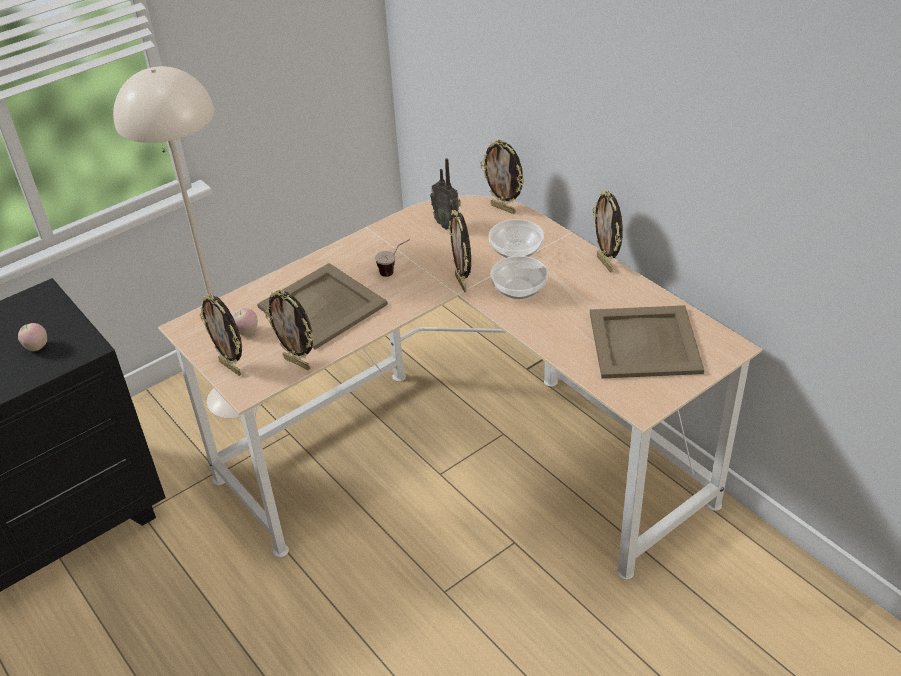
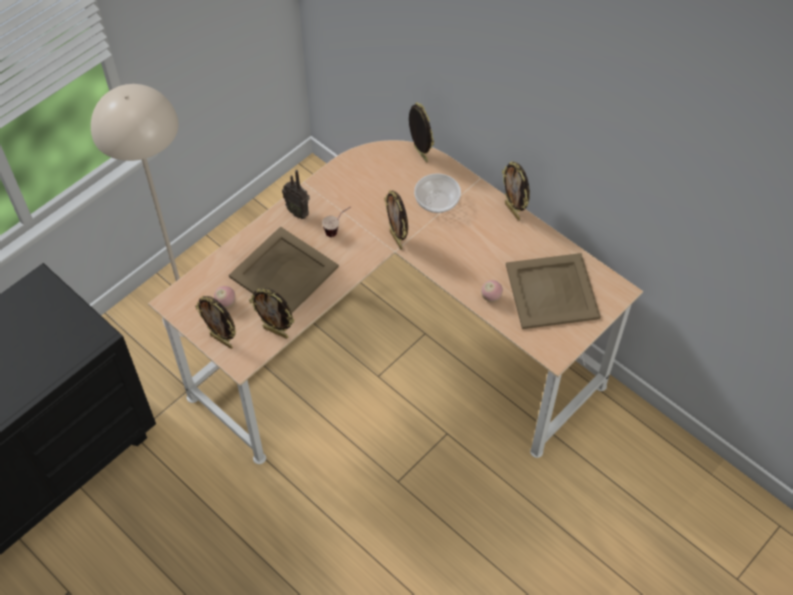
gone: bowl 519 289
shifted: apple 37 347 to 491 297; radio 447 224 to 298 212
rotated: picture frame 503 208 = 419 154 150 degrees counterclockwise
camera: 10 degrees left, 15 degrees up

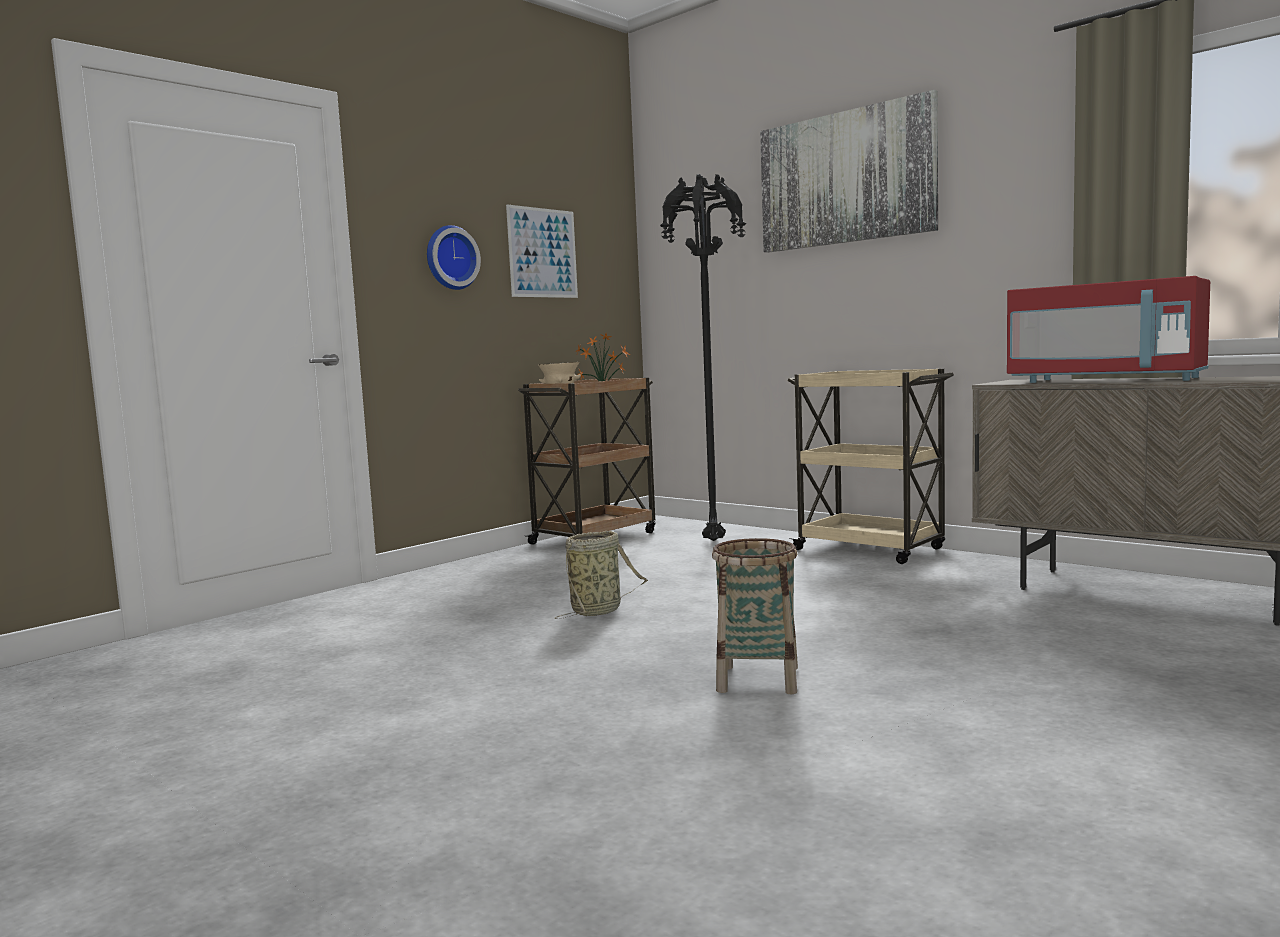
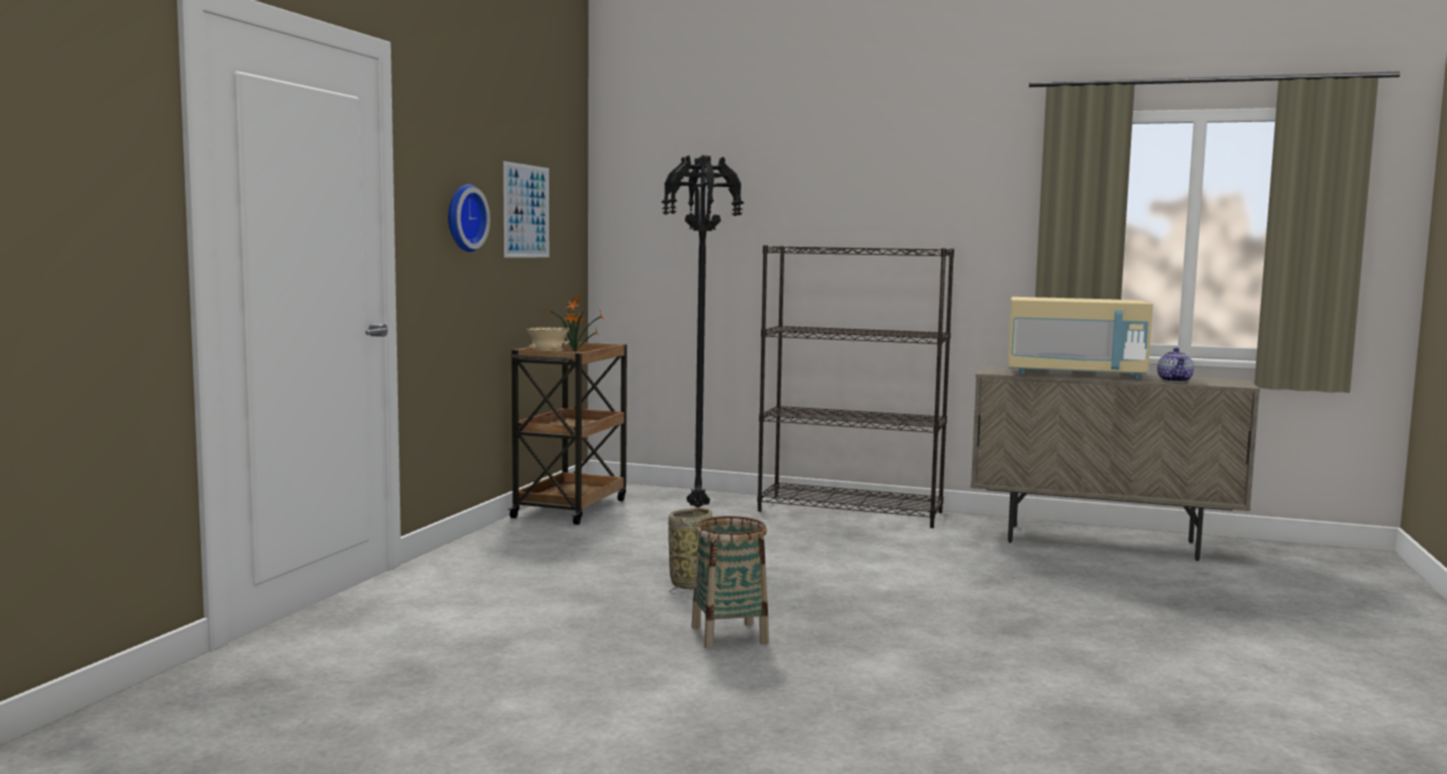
gone: picture 845 178
new: teapot 1175 381
shifted: basket 758 679 to 729 635
swapped: cart in beige 871 550 to bookcase in black 851 511
repainted: microwave in red 1106 380 to microwave in beige 1075 375
camera: 25 degrees left, 0 degrees up

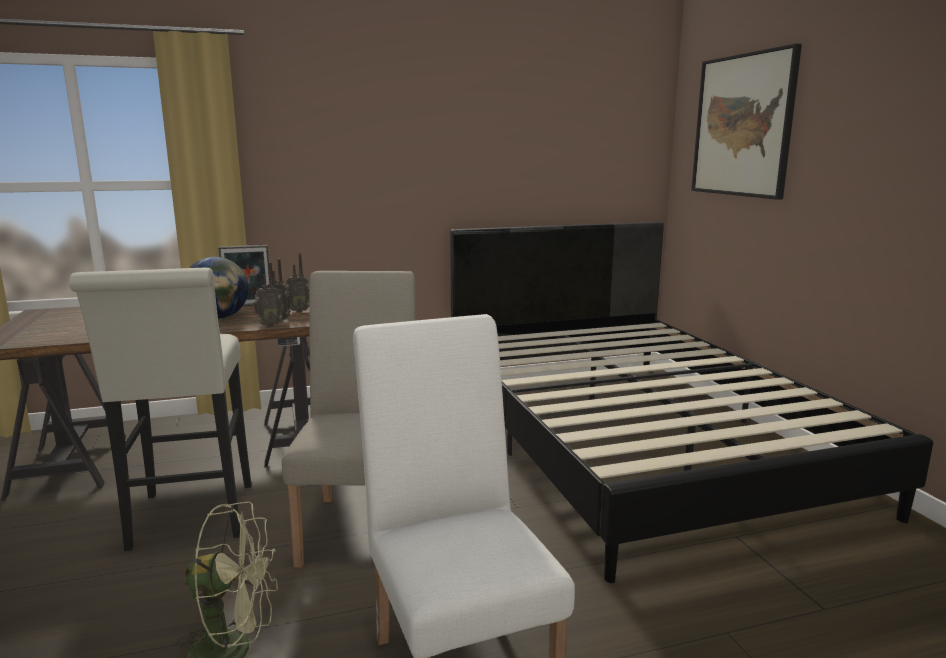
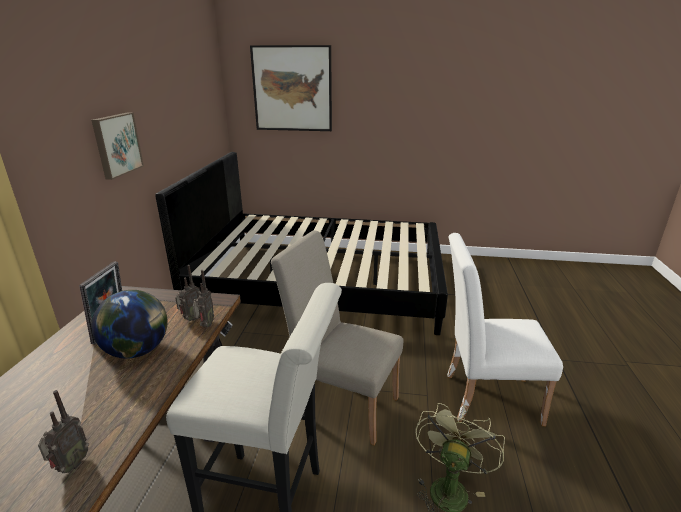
new: picture 116 144
shifted: radio 298 311 to 70 466
camera: 65 degrees left, 10 degrees up

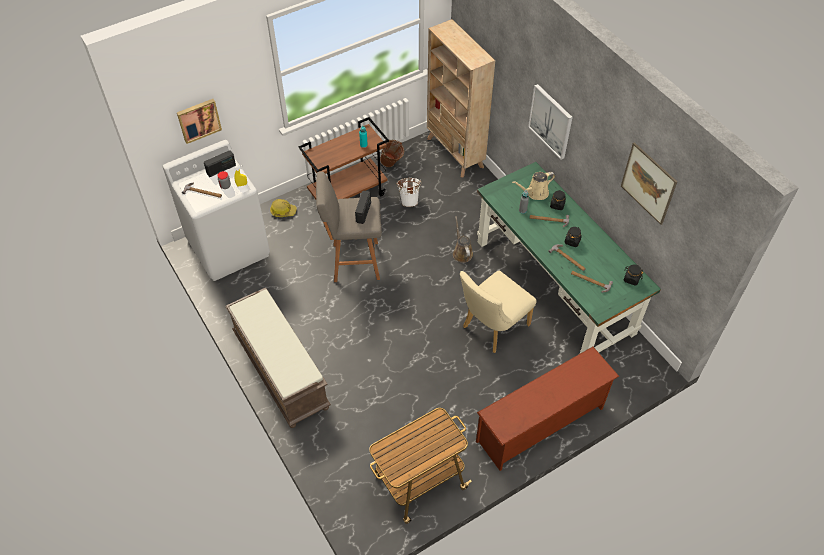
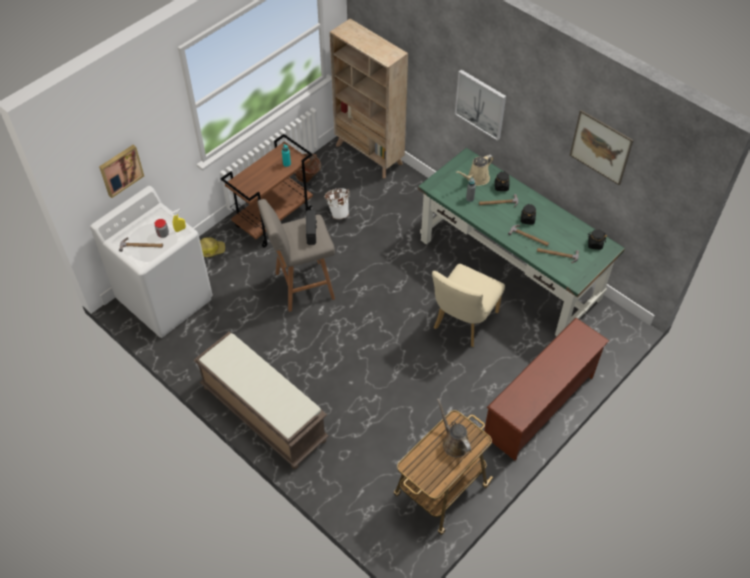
gone: radio 221 169
shifted: watering can in brown 462 252 to 454 442
camera: 15 degrees left, 0 degrees up

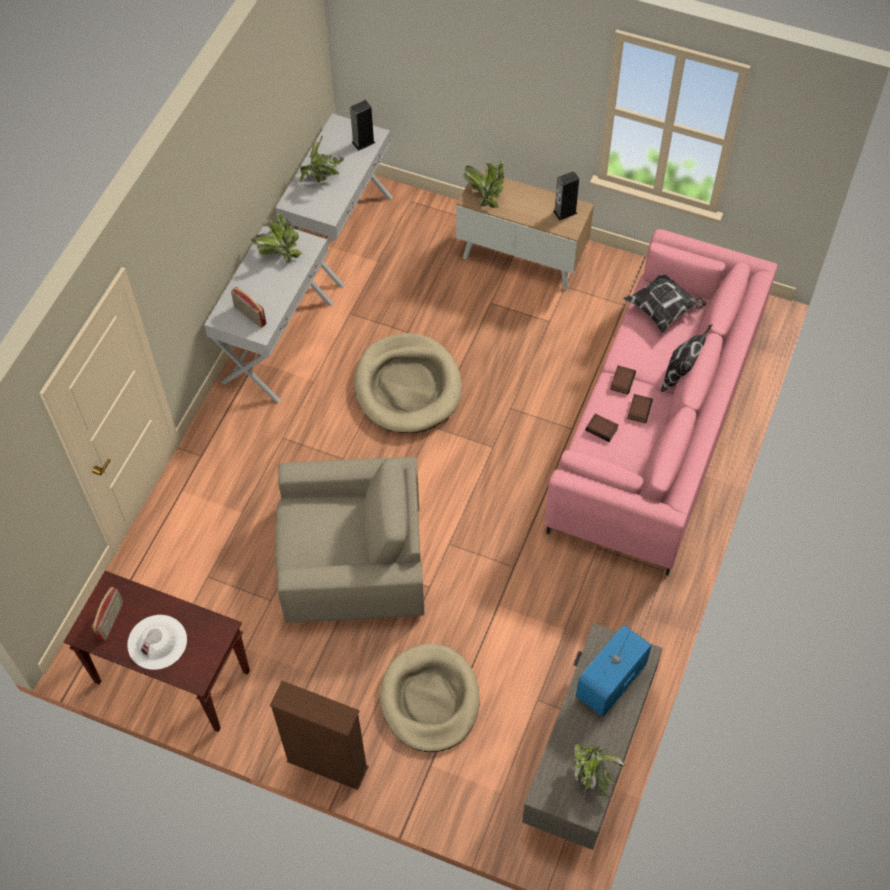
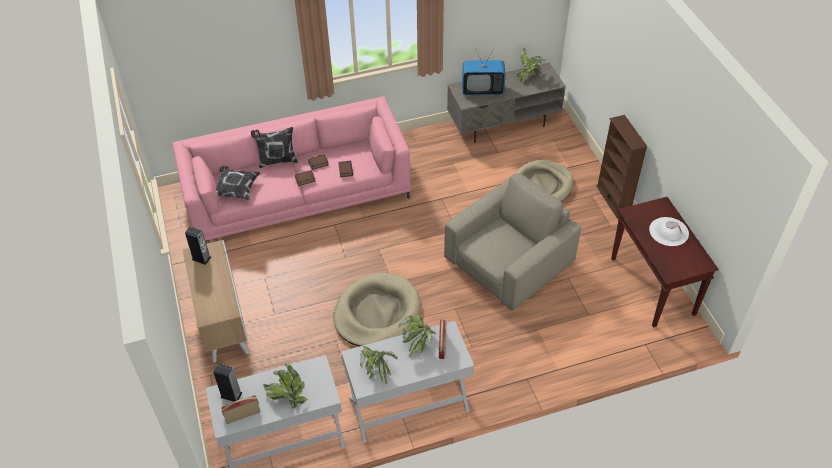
shifted: radio 111 620 to 242 415; potted plant 486 194 to 418 342
rotated: armchair in beige 352 559 = 508 261 90 degrees clockwise
camera: 130 degrees left, 10 degrees down

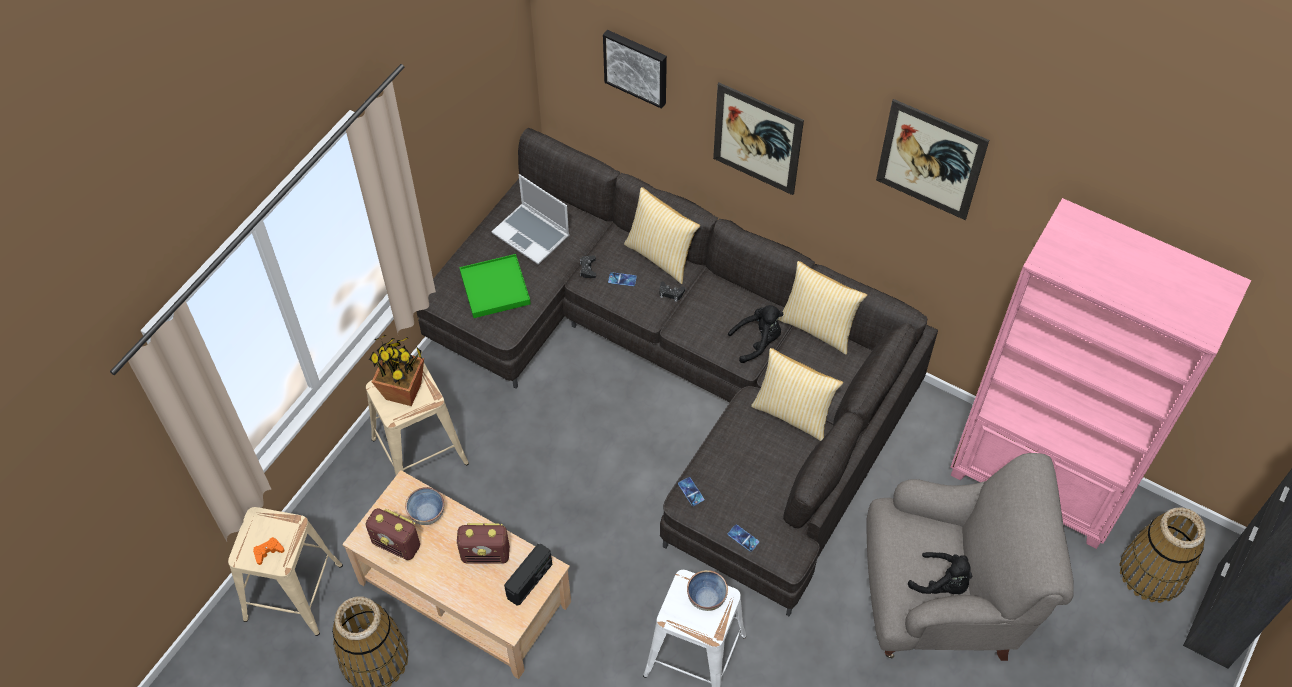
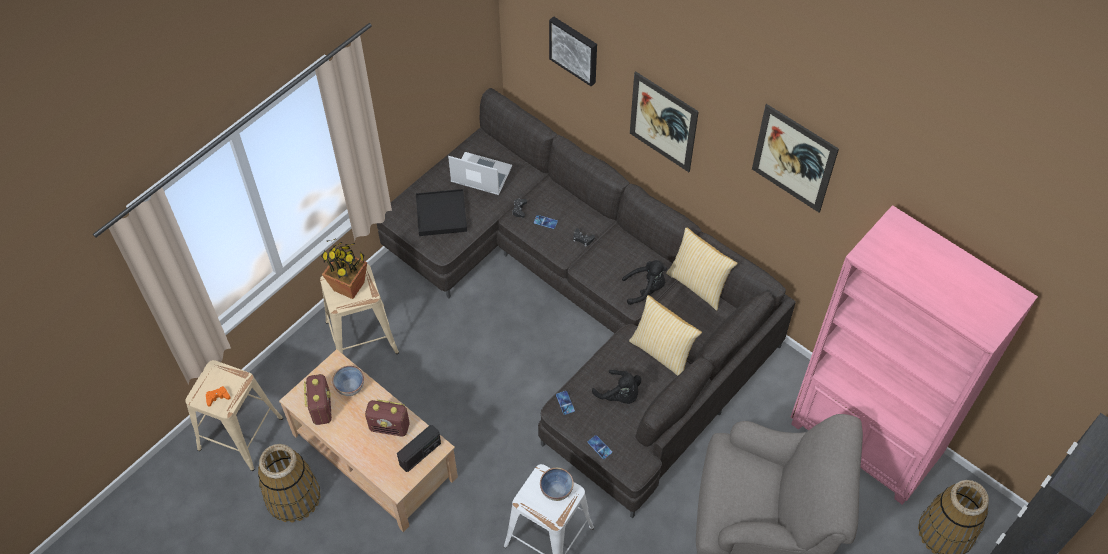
gone: pillow 661 256
shifted: plush toy in black 942 583 to 620 395
repainted: tray in green 495 288 to tray in black 441 214
rotated: radio 397 544 = 321 408 135 degrees counterclockwise; laptop 532 235 = 480 175 150 degrees clockwise
camera: 10 degrees right, 0 degrees up

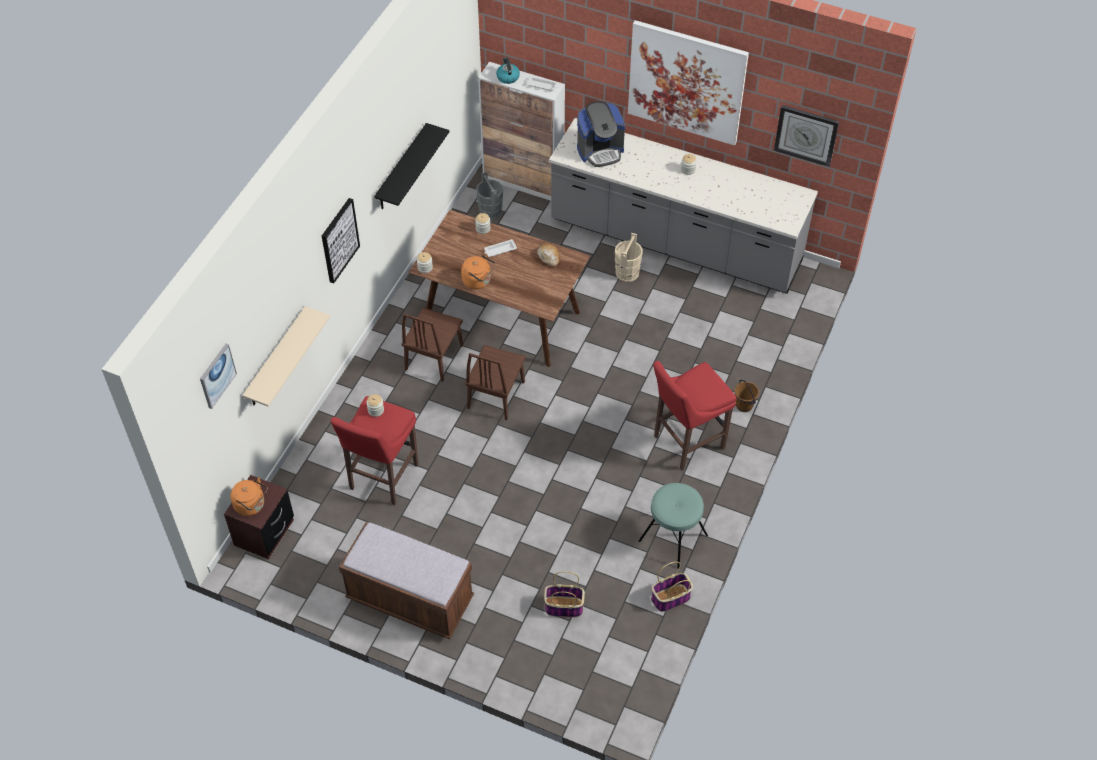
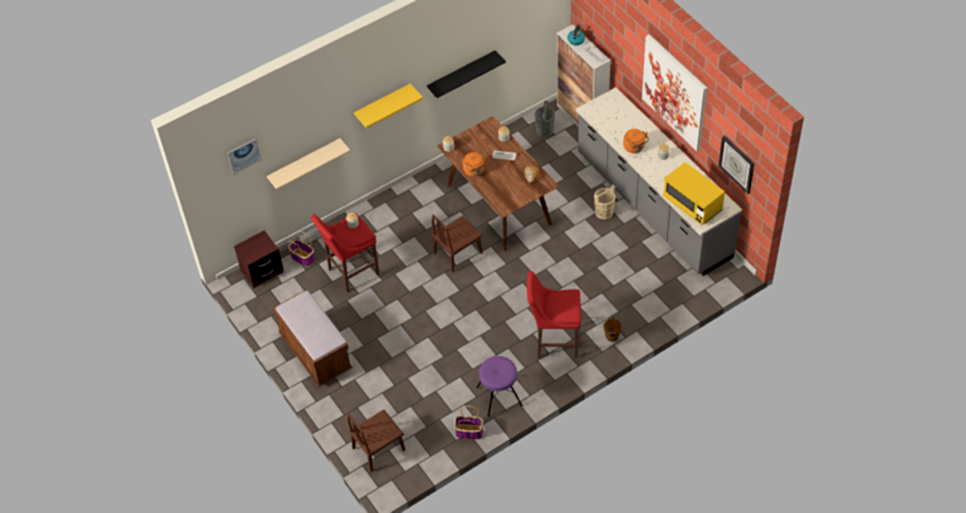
gone: coffee machine 600 151
new: microwave in yellow 692 204
shifted: kettle in orange 251 505 to 635 148; chair in brown 434 357 to 378 449; basket 563 607 to 302 257
swapped: picture 339 240 to shelf in yellow 383 104
repainted: stool in turquoise 673 538 to stool in purple 499 396
camera: 35 degrees right, 0 degrees up

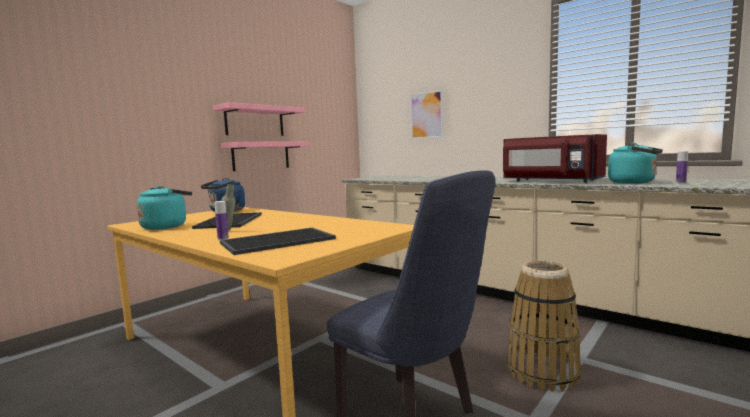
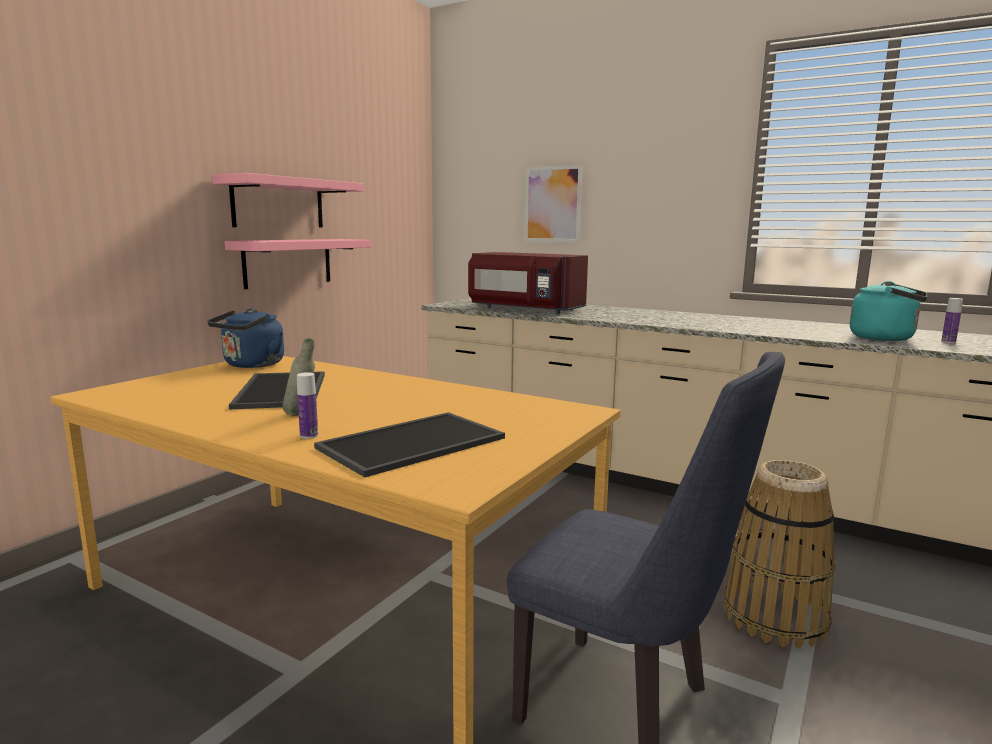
gone: kettle in turquoise 166 226
shifted: microwave in red 549 181 to 523 309
camera: 10 degrees left, 5 degrees up

